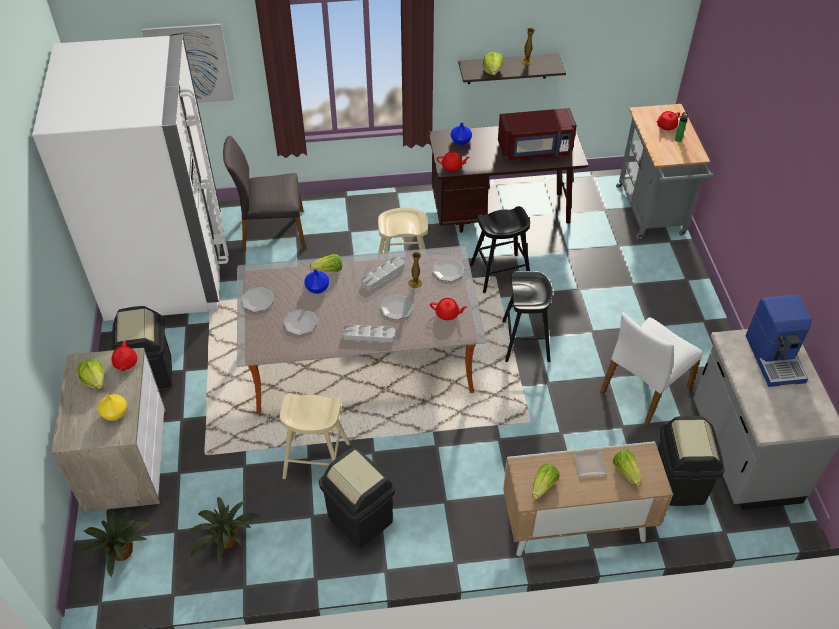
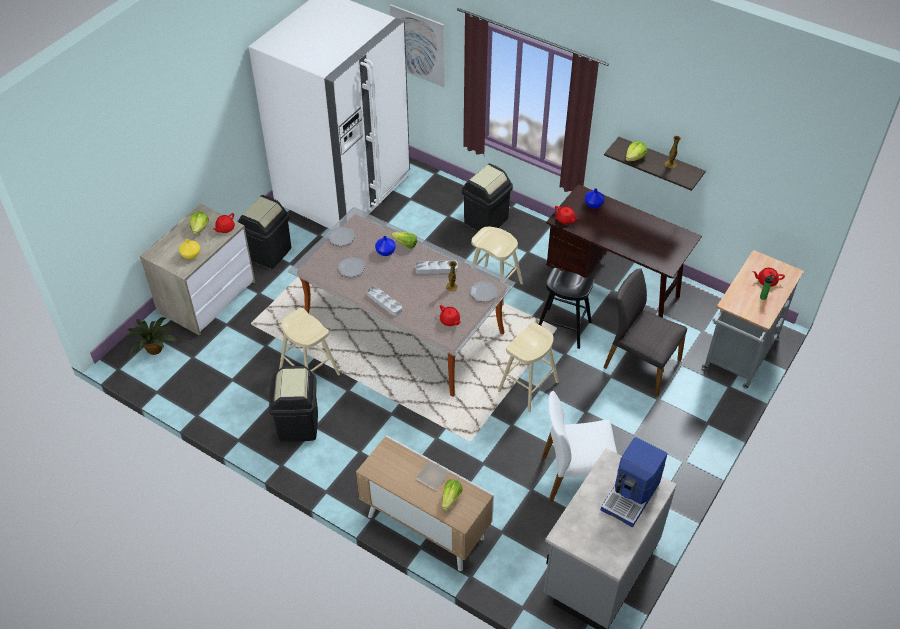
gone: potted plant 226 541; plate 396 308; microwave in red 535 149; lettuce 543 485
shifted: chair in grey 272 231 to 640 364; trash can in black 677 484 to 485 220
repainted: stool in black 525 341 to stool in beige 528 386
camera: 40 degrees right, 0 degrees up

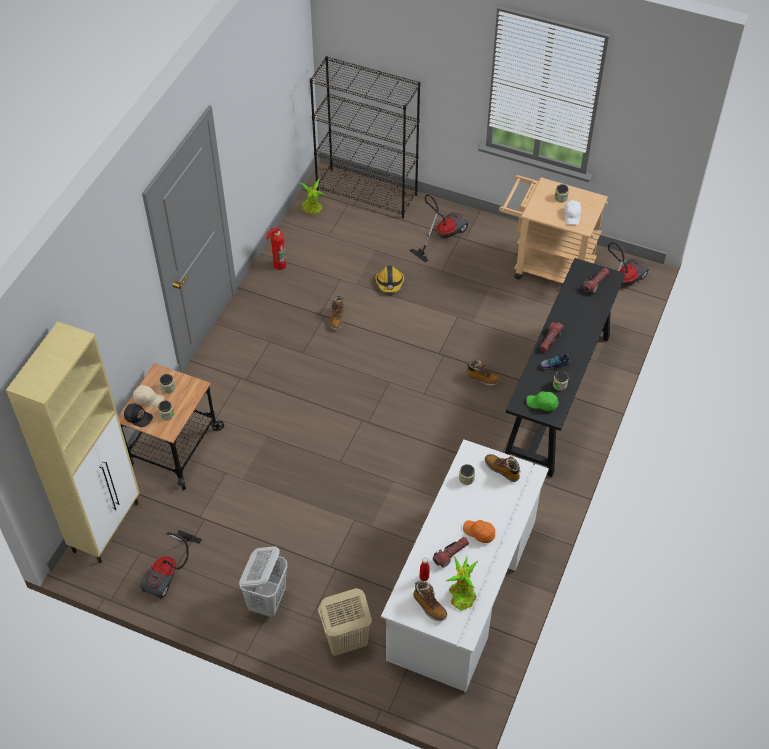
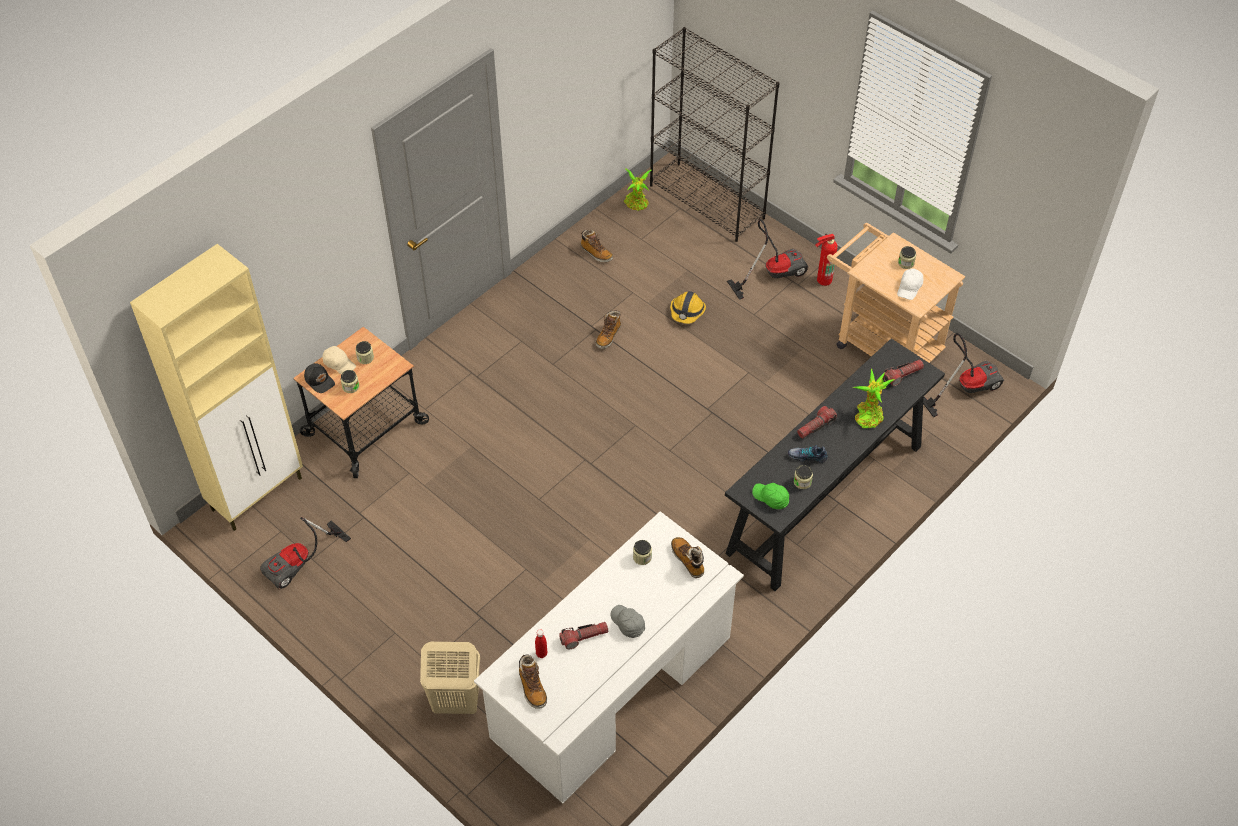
gone: laundry basket in white 267 600
shifted: fire extinguisher 278 265 to 822 279; potted plant 461 594 to 868 414; boot 482 378 to 596 253
repainted: cap in orange 479 533 to cap in grey 627 624
camera: 20 degrees right, 0 degrees up

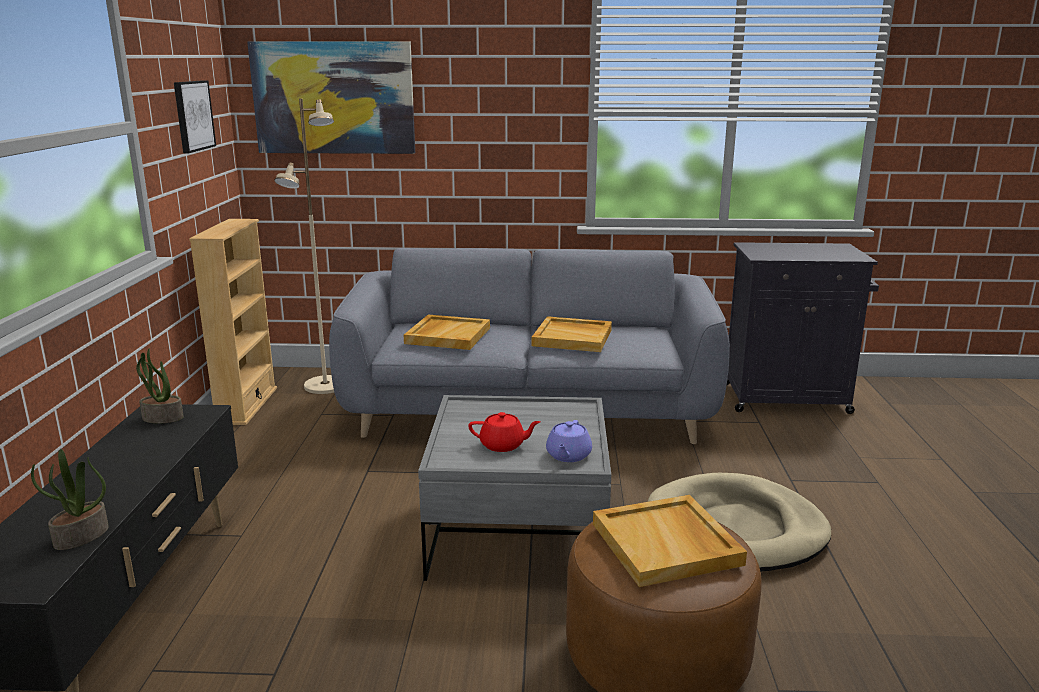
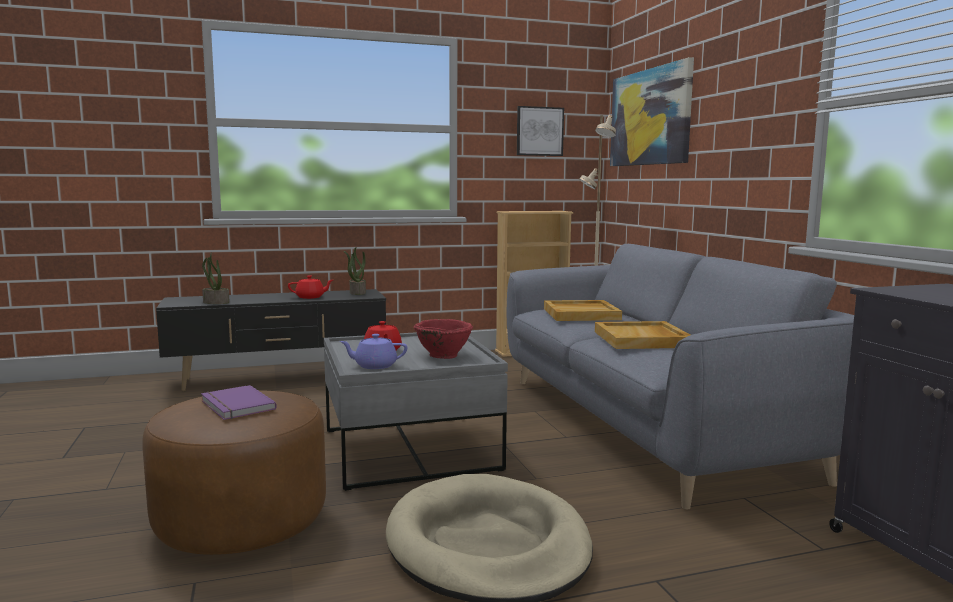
new: teapot in red 310 297; bowl in red 443 355
swapped: tray in beige 667 544 to book in purple 235 406
camera: 70 degrees right, 10 degrees down

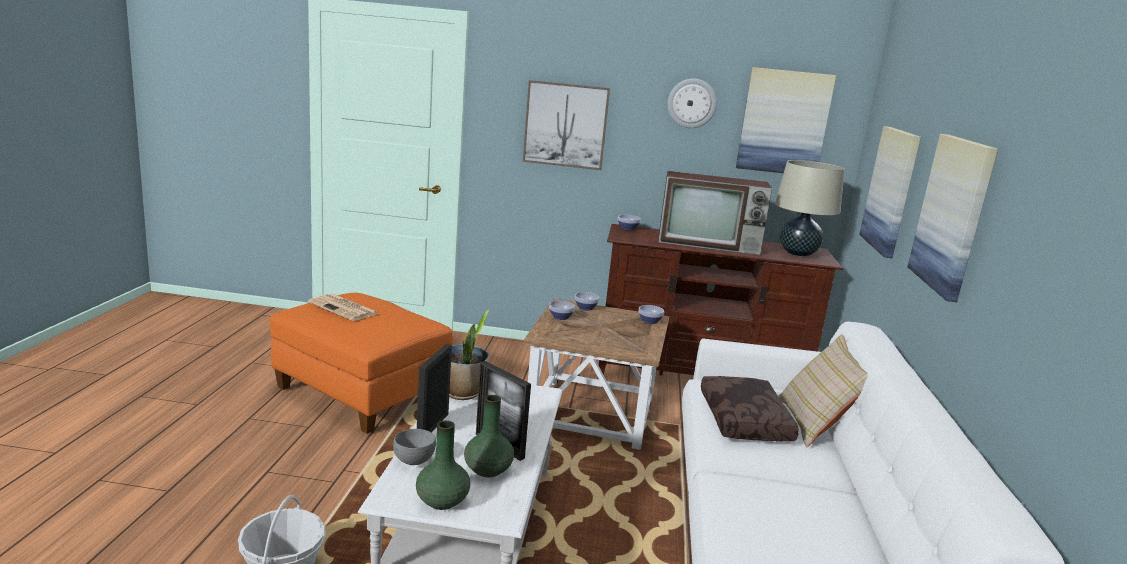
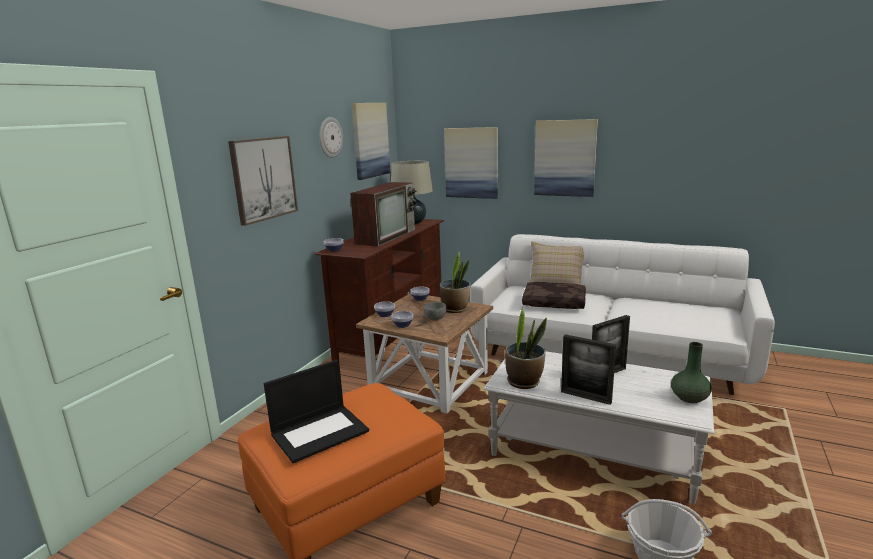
gone: vase in green 487 470
new: potted plant 455 309
shifted: bowl in grey 414 461 to 435 319
swapped: newspaper 344 308 to laptop 320 432
camera: 70 degrees left, 0 degrees up

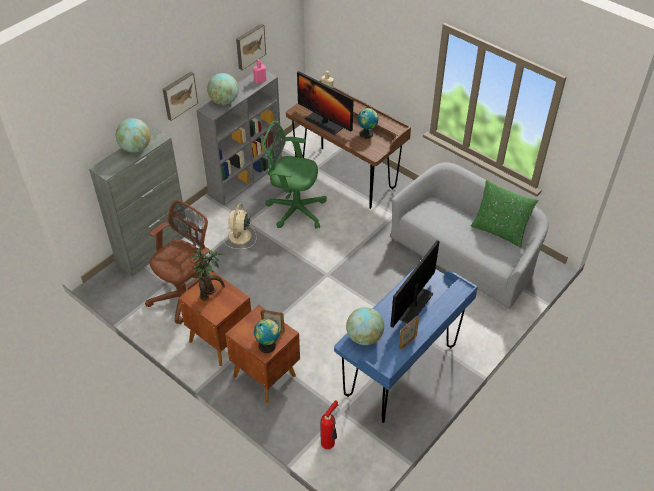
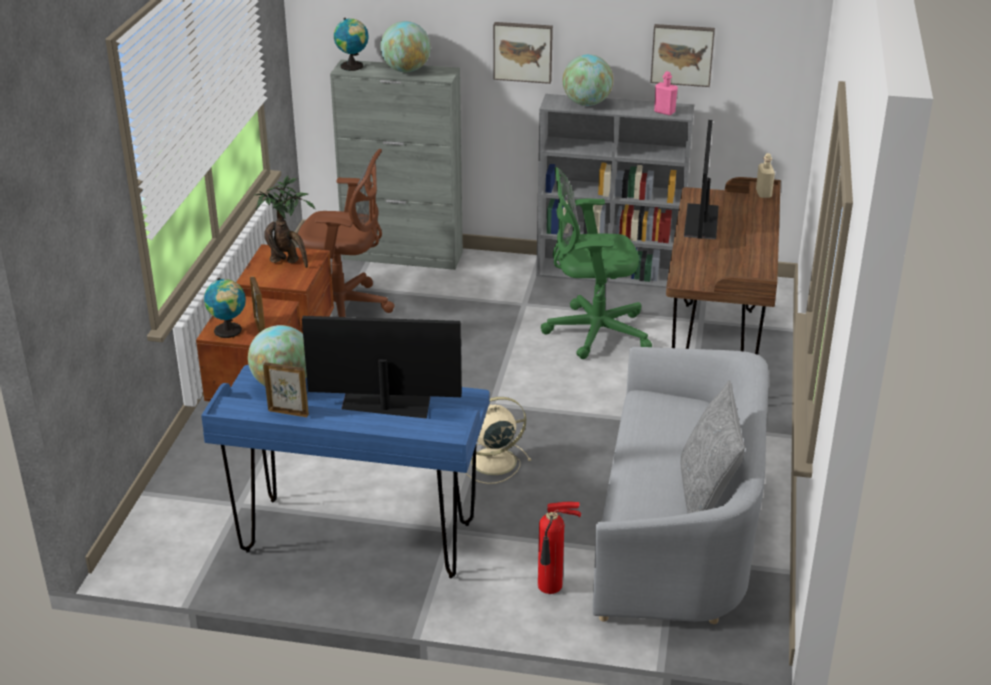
shifted: fan in beige 239 237 to 491 462; fire extinguisher 329 443 to 551 587; globe 367 133 to 353 66
repainted: pillow in green 499 231 to pillow in grey 706 497
rotated: office chair in green 294 209 = 592 332 75 degrees counterclockwise
camera: 60 degrees right, 15 degrees down

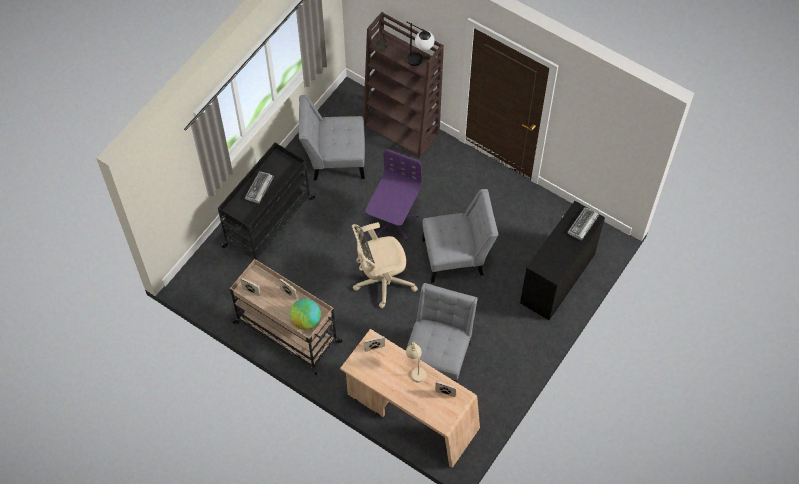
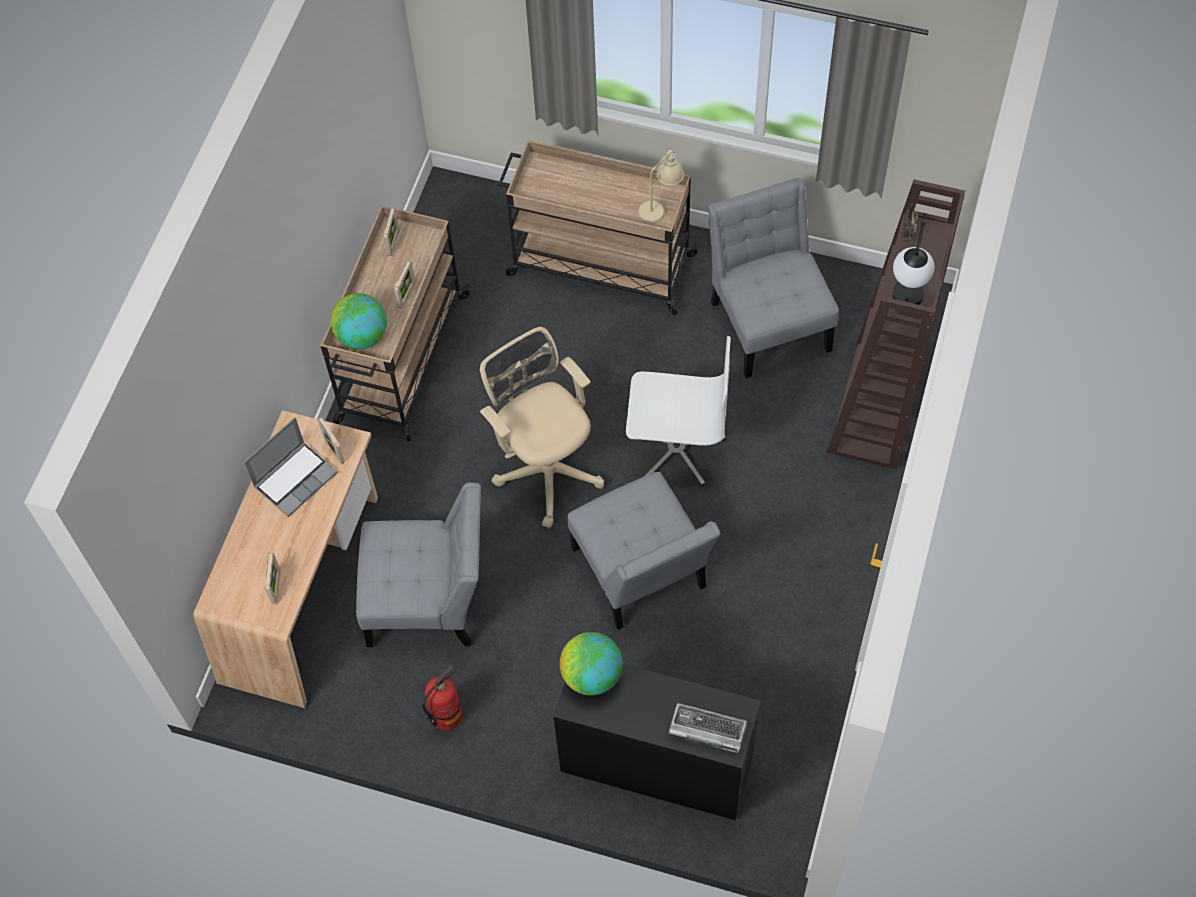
gone: keyboard 259 189
new: laptop 295 478; fire extinguisher 446 716; globe 591 675
shifted: table lamp in beige 415 368 to 660 206
repainted: cart in black 268 223 to cart in beige 599 264; office chair in purple 392 221 to office chair in white 676 448
camera: 75 degrees right, 0 degrees up

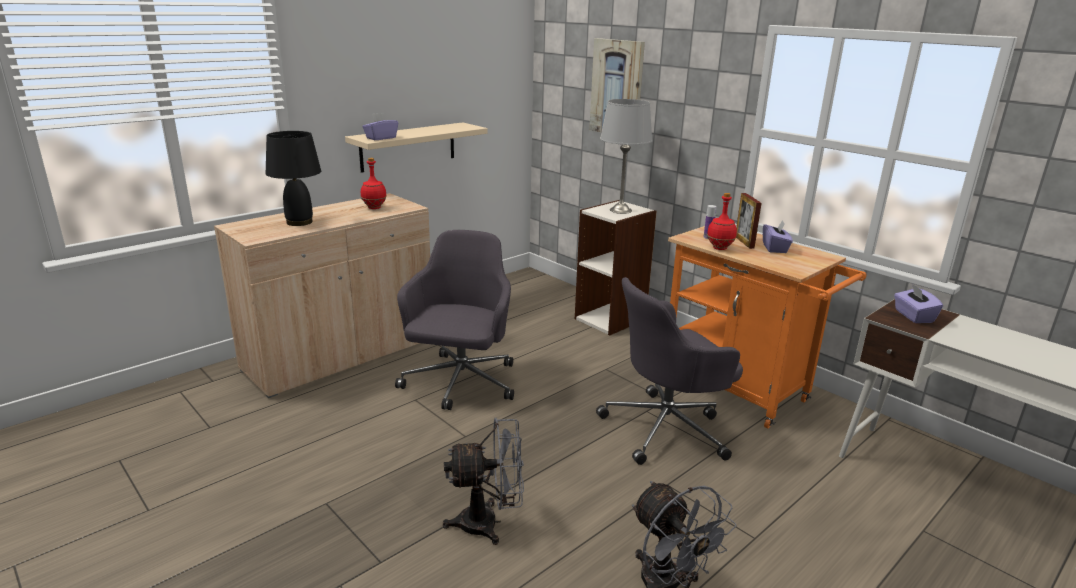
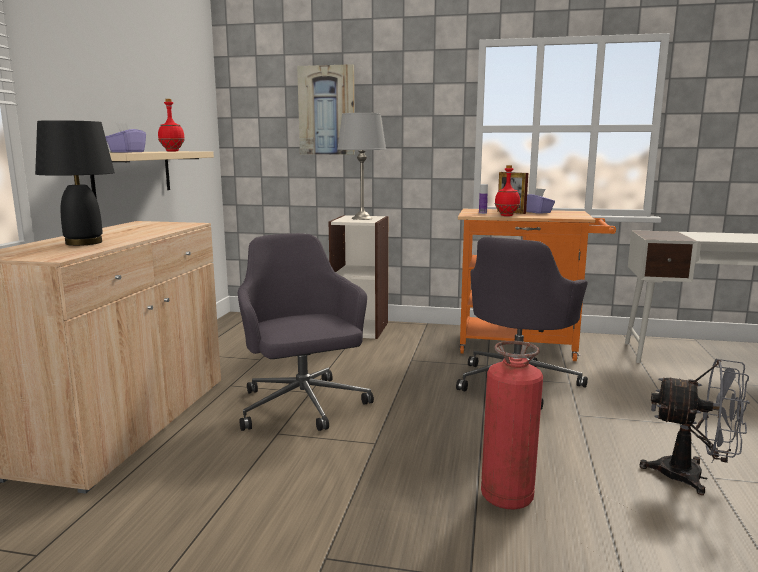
gone: tissue box in purple 913 316
shifted: bottle in red 374 208 to 172 151
swapped: fan in grey 489 523 to fire extinguisher 507 497
camera: 35 degrees left, 10 degrees down

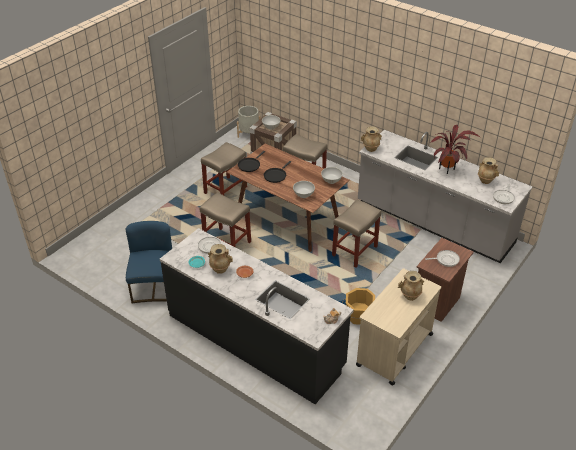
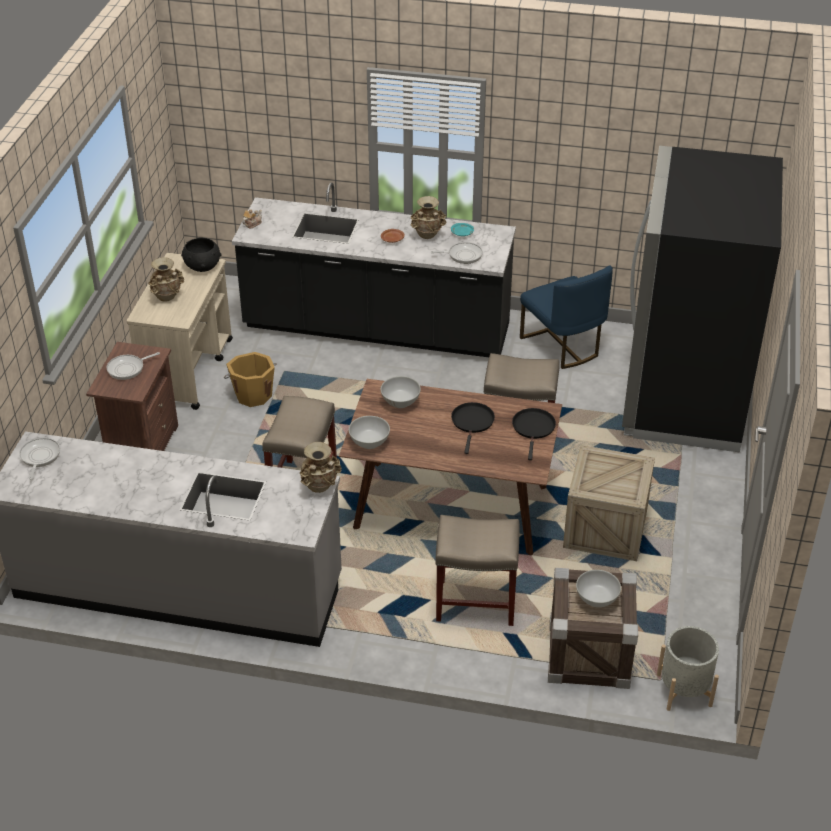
gone: potted plant 447 170; vase in beige 485 180
new: bowl in black 202 266; fridge in black 683 396
swapped: stool in beige 225 190 to crate 605 529
camera: 155 degrees right, 0 degrees up

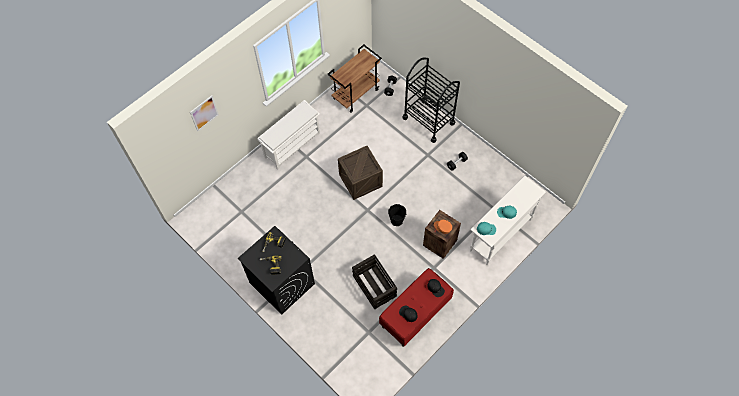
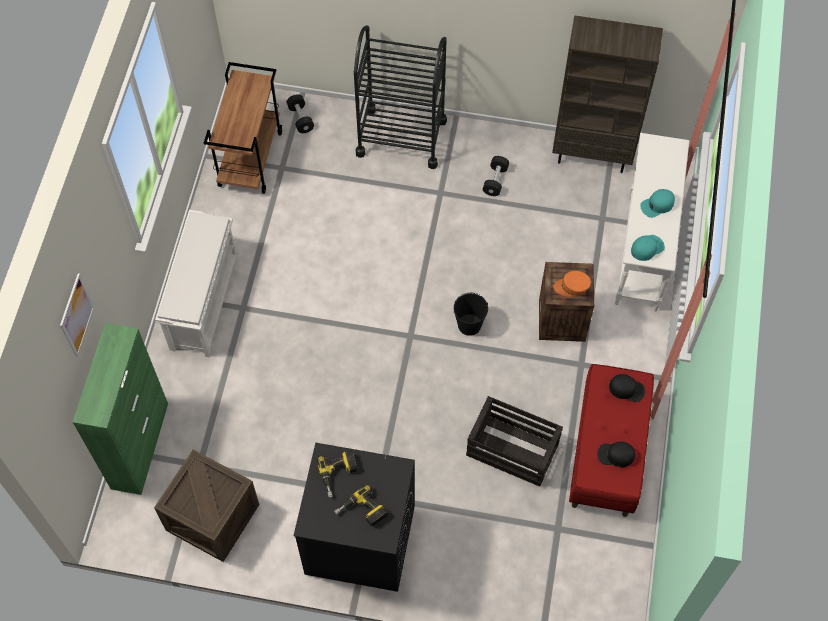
new: cabinet in green 140 445; bookcase in brown 592 154
shifted: crate 360 180 to 212 517
camera: 35 degrees left, 0 degrees up

